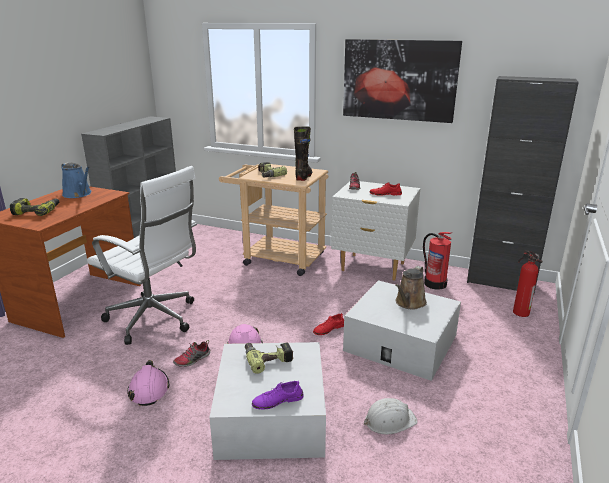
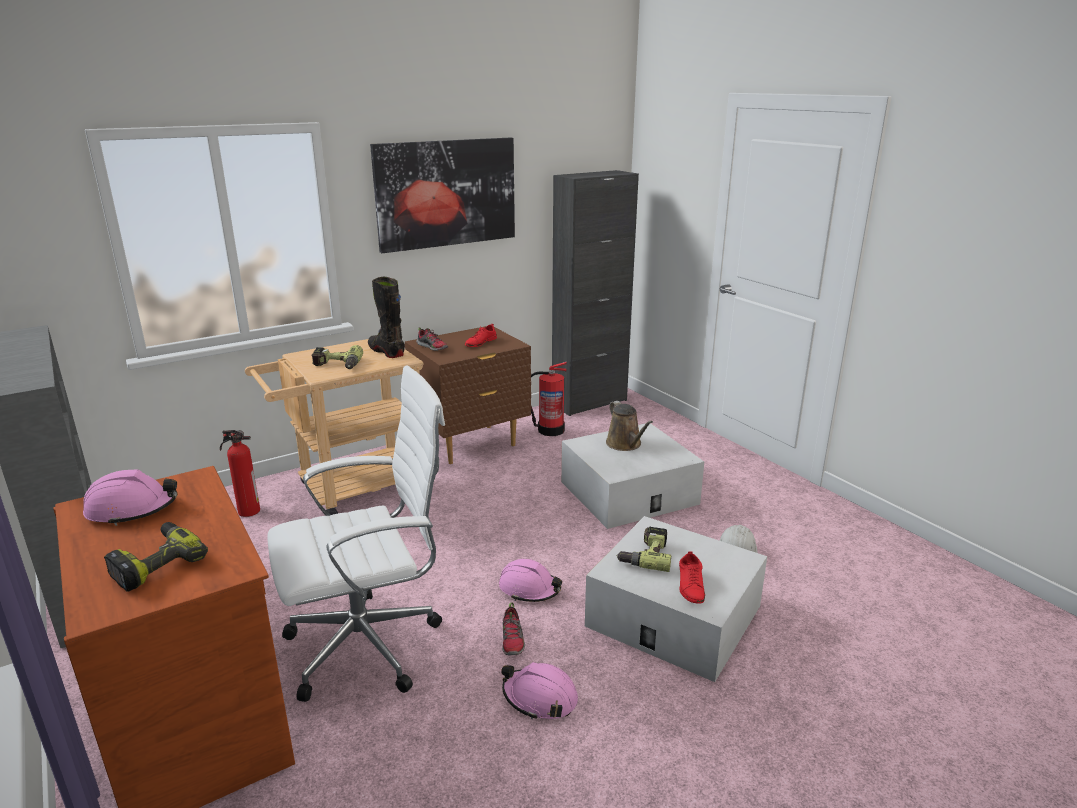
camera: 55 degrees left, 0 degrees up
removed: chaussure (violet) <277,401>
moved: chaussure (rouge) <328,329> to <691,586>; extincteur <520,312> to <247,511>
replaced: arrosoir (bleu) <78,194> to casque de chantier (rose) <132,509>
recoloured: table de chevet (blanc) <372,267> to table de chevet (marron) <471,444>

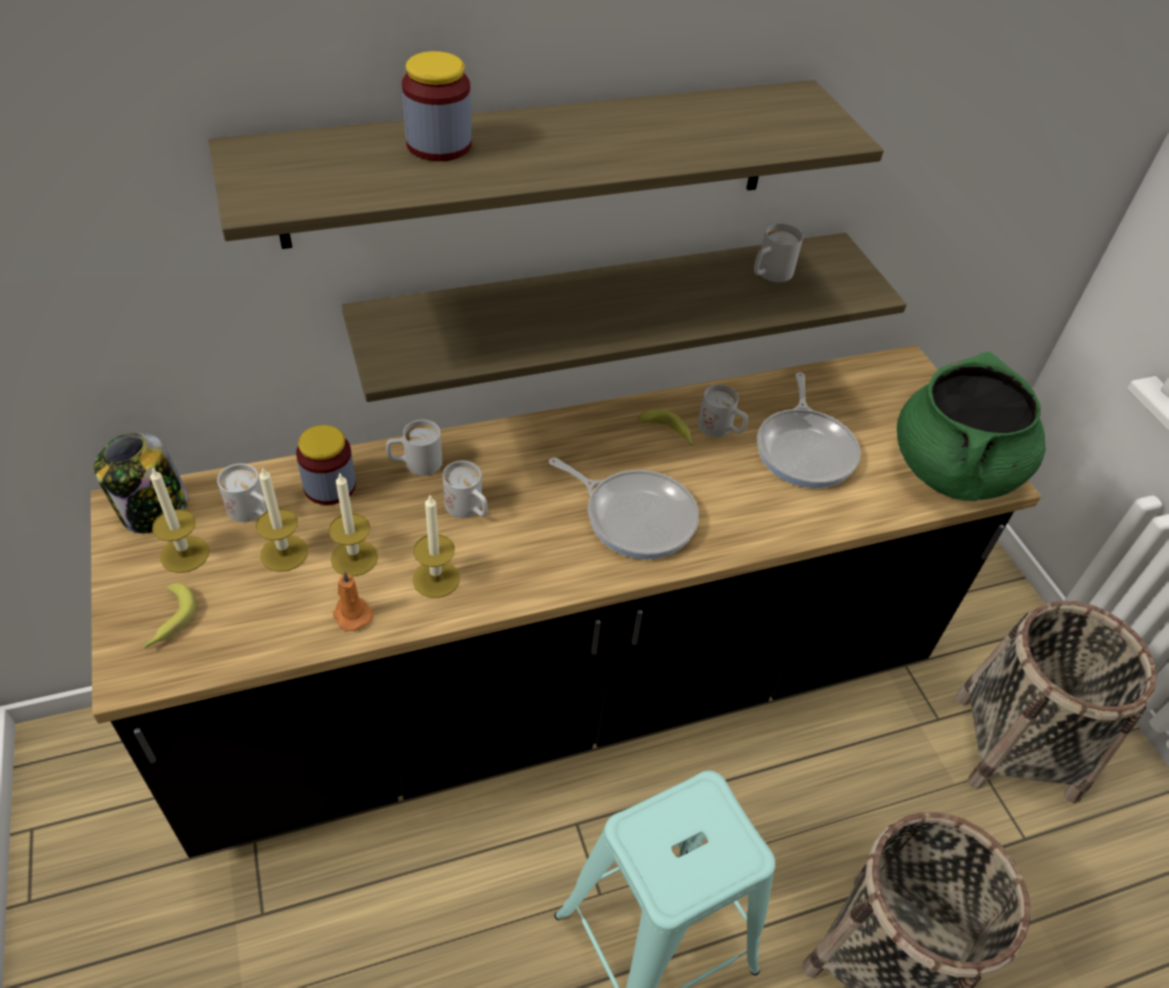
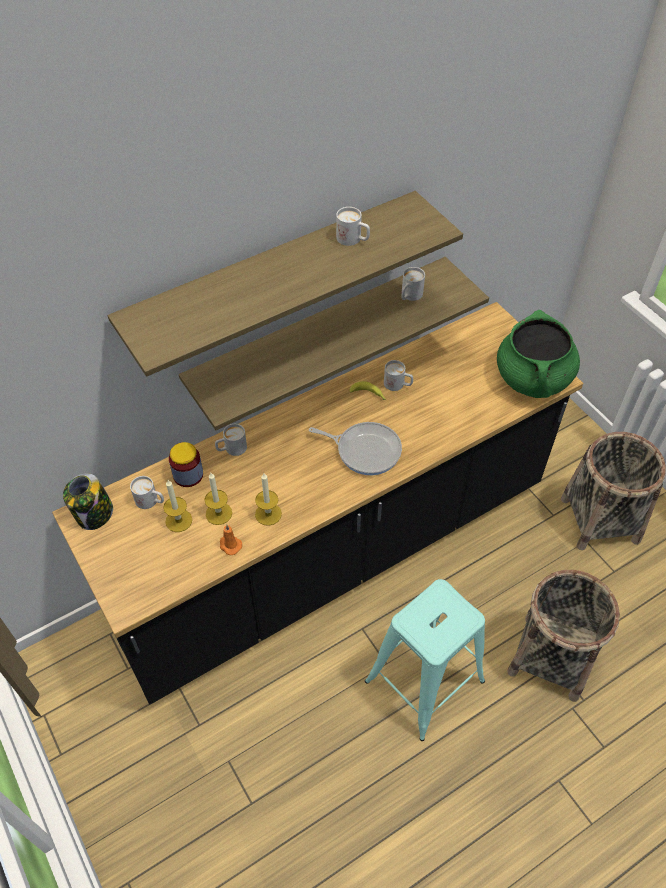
camera: 10 degrees left, 5 degrees up
removed: banane <168,621>; bougie <184,554>; bocal <439,145>; poêle <805,449>
moved: mug (blanc) <468,509> to <353,240>

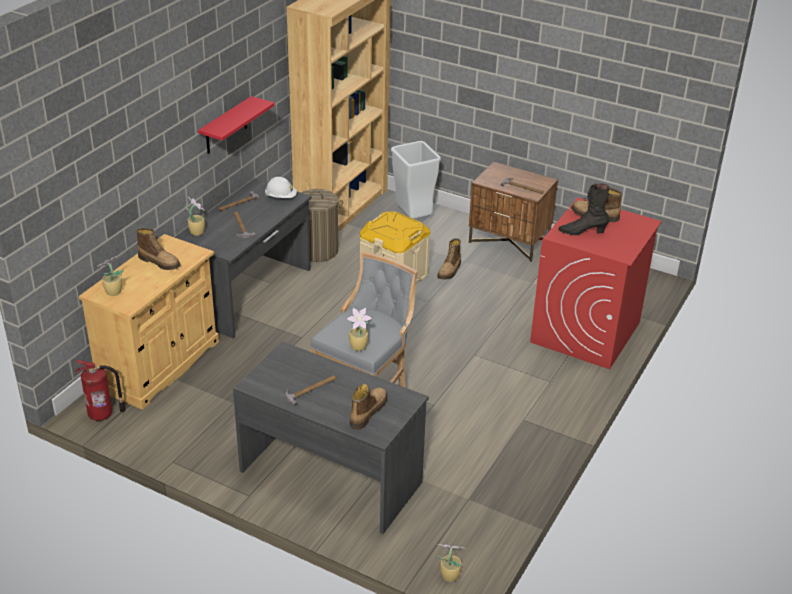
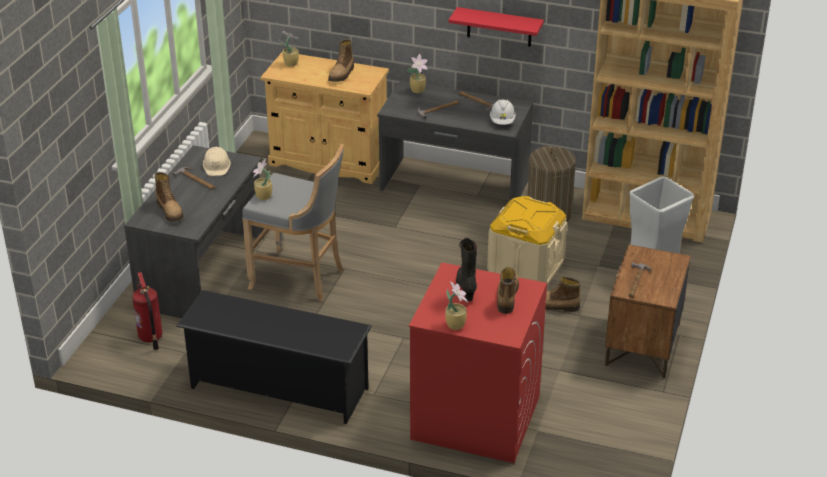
camera: 80 degrees right, 0 degrees up
added: étagère à chaussures (noir) <278,388>; casque de chantier (beige) <217,165>
moved: extincteur <102,415> to <150,338>; plante en pot <449,575> to <456,324>
turned: botte <367,412> = <170,211> 45 degrees clockwise

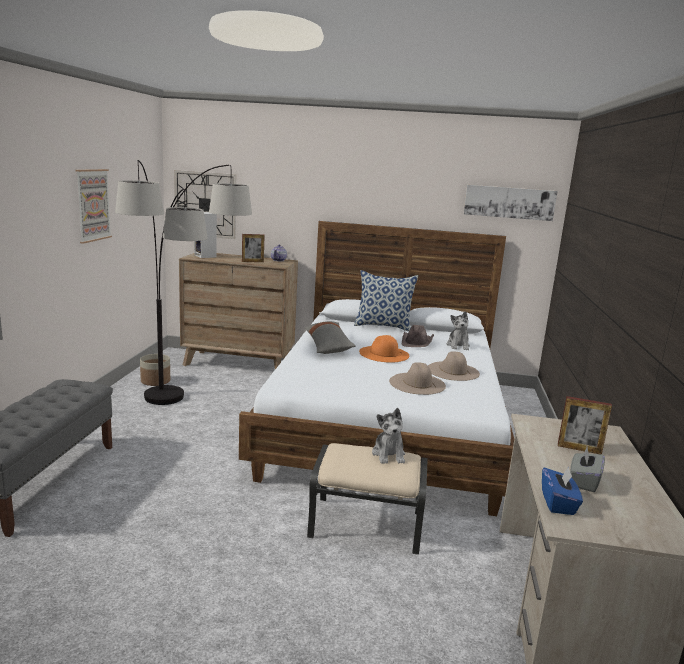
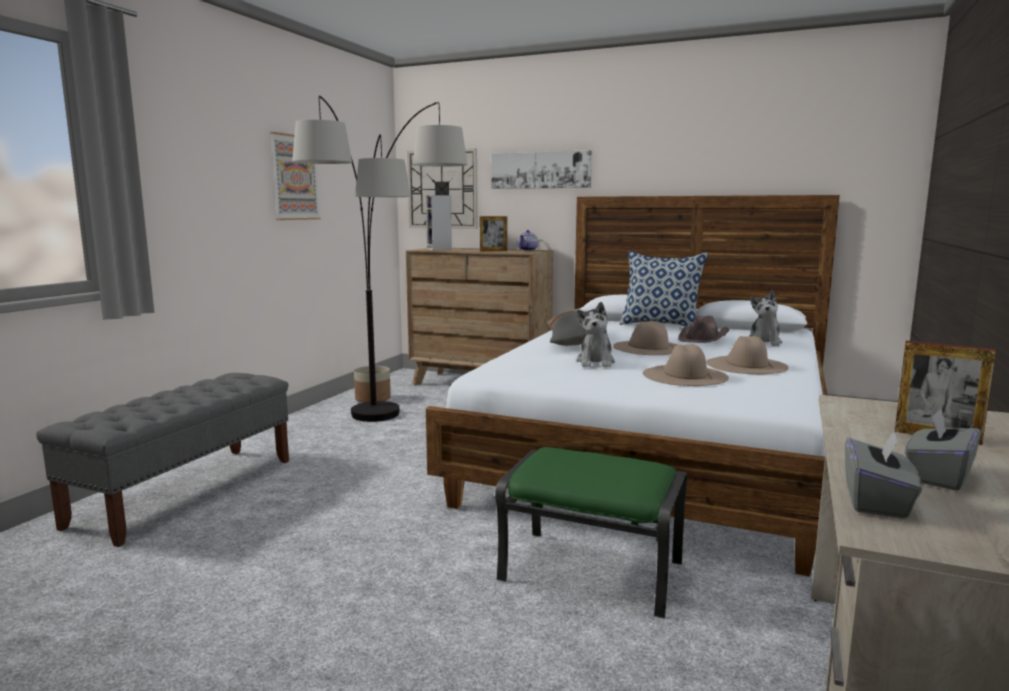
camera: 15 degrees right, 5 degrees down
moved: peluche <389,454> to <595,362>; tableau <509,202> to <540,170>
recoloured: pouf (beige) <367,524> to pouf (vert) <593,571>; chapeau (orange) <383,354> to chapeau (beige) <648,347>; boîte à mouchoirs (bleu) <558,503> to boîte à mouchoirs (gris) <876,501>

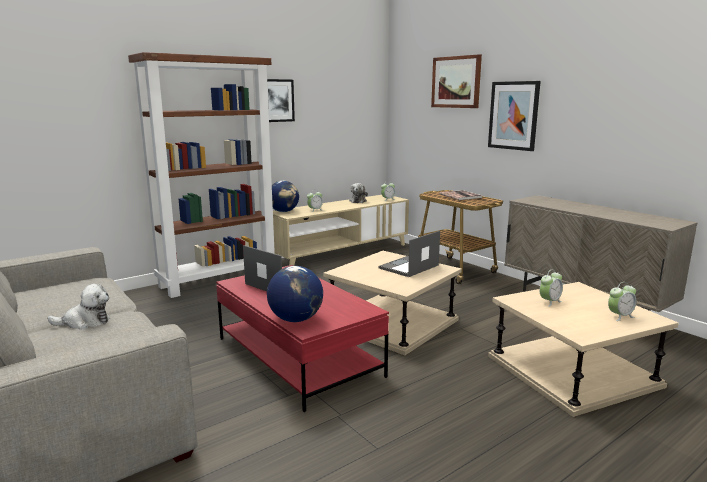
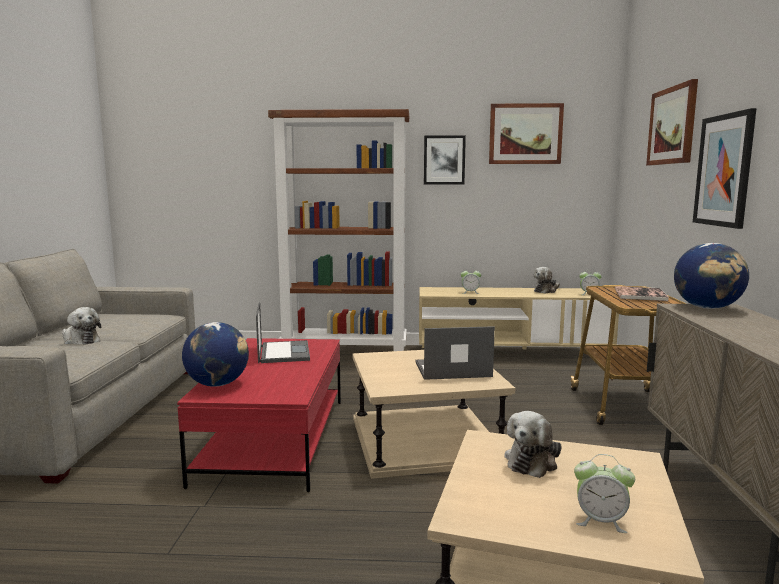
camera: 40 degrees right, 5 degrees down
added: tableau <525,134>
moved: globe <284,211> to <707,308>
replaced: réveil <549,302> to peluche <532,461>

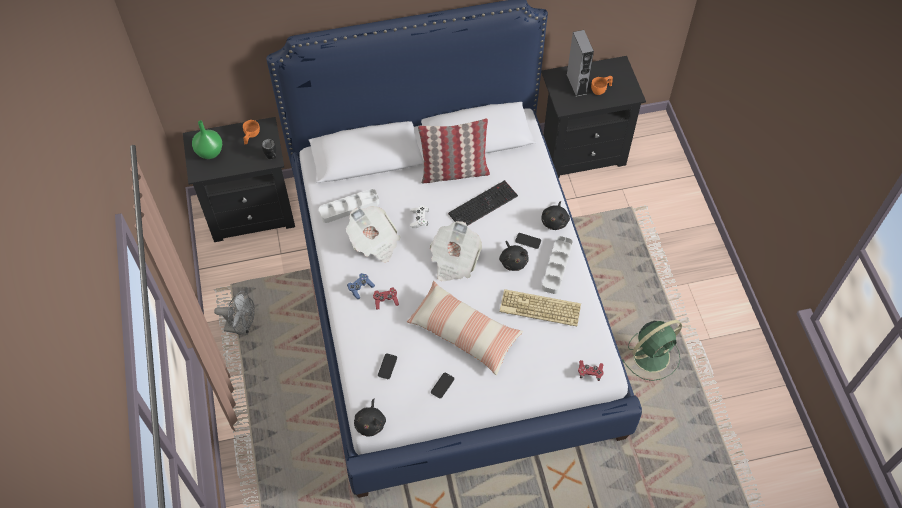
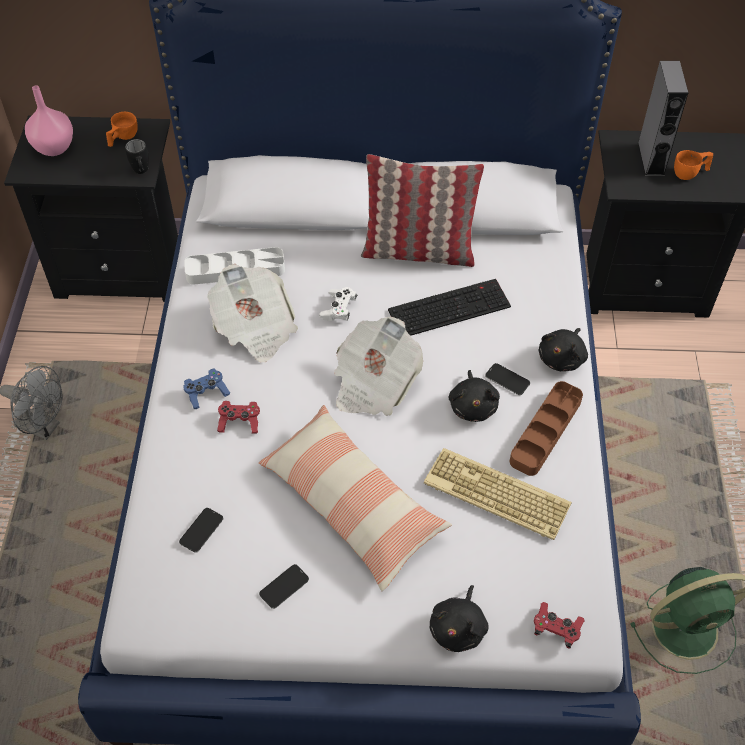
camera: 15 degrees right, 5 degrees down
moved: peluche (noir) <370,423> to <458,628>
recoloured: vase (vert) <209,152> to vase (rose) <53,147>; plateau (gris) <557,266> to plateau (marron) <545,431>

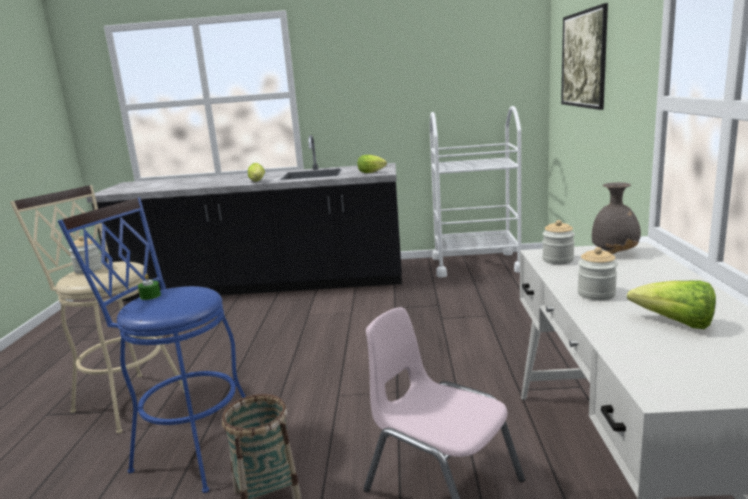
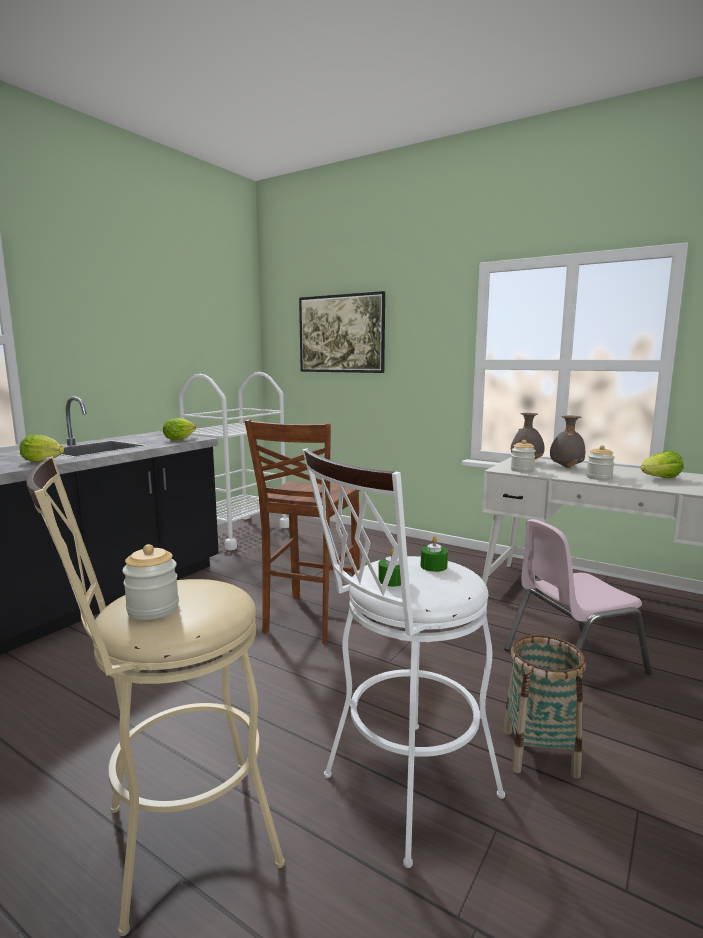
camera: 60 degrees left, 5 degrees down
added: tabouret (marron) <309,620>; bougie (vert) <433,566>; vase (gris) <565,467>
recoloured: tabouret (bleu) <189,449> to tabouret (blanc) <400,791>

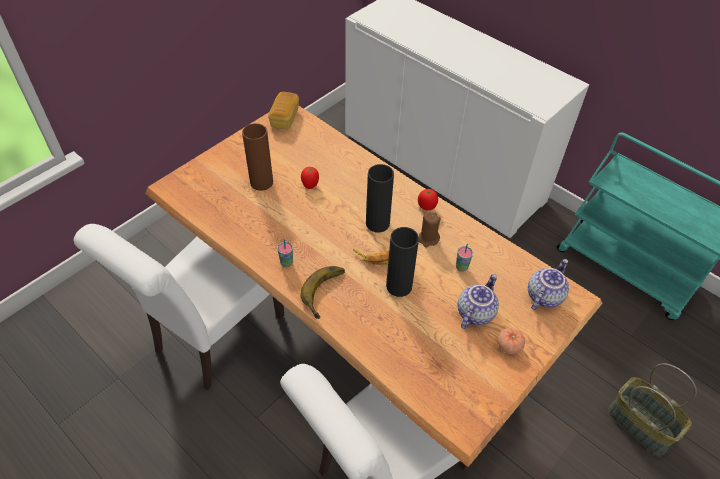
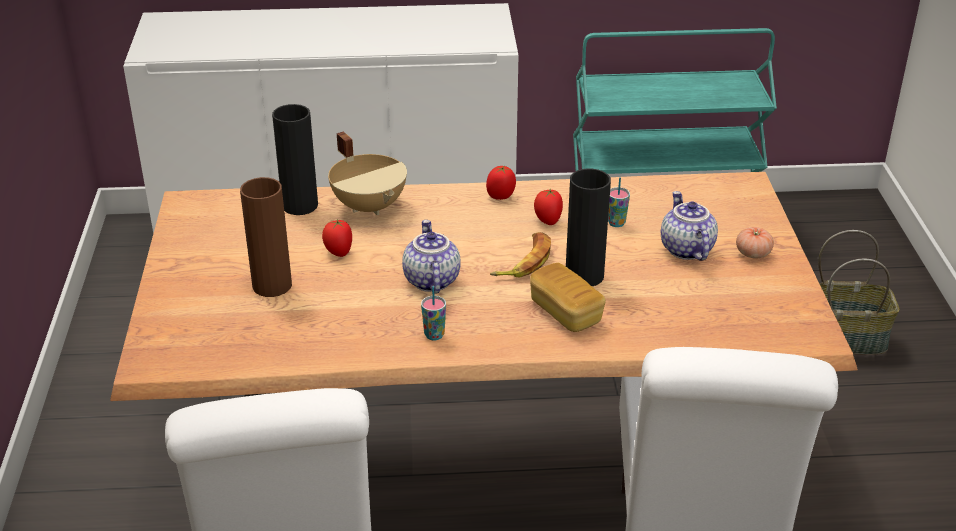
camera: 45 degrees left, 15 degrees down
removed: banane <327,293>
added: marmite (beige) <370,206>
moved: pain <284,118> to <565,312>; vase (noir) <377,223> to <300,205>; théière <543,295> to <430,280>
replaced: bougie (marron) <428,239> to tomate <547,221>

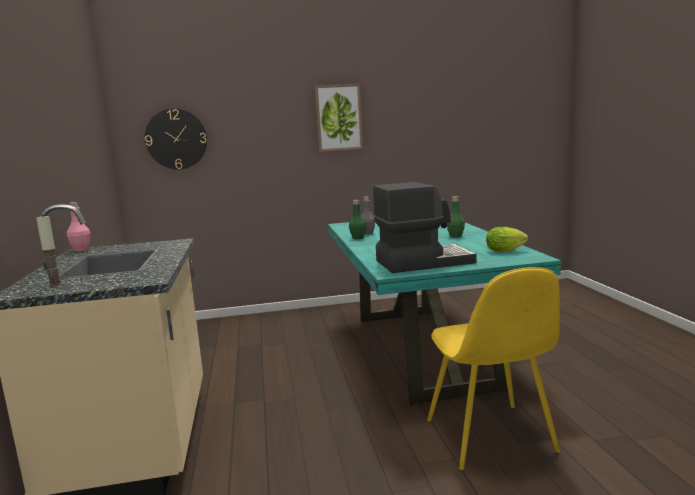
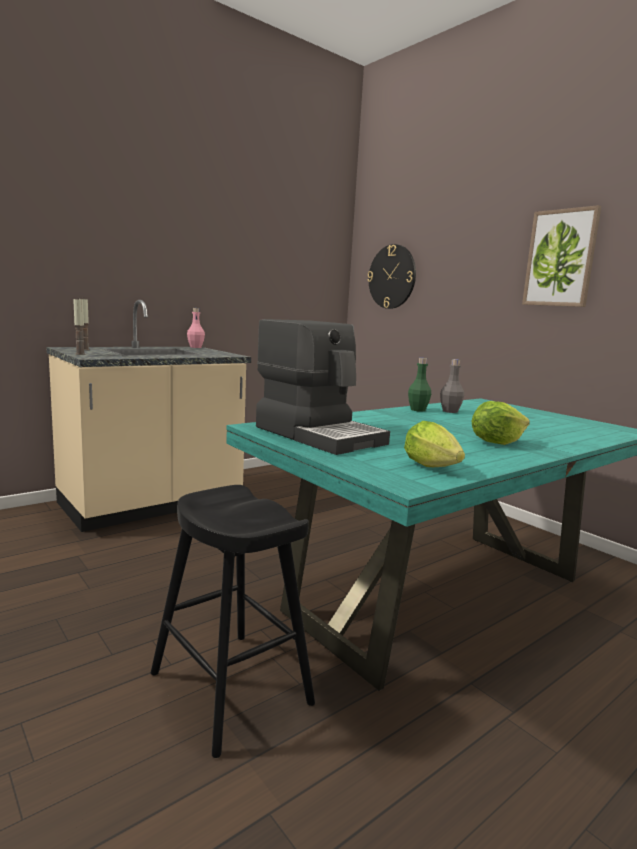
camera: 60 degrees right, 0 degrees up
added: bougie <80,354>
replaced: chaise (jaune) <491,437> to tabouret (noir) <231,688>; bouteille (vert) <455,236> to laitue <496,442>

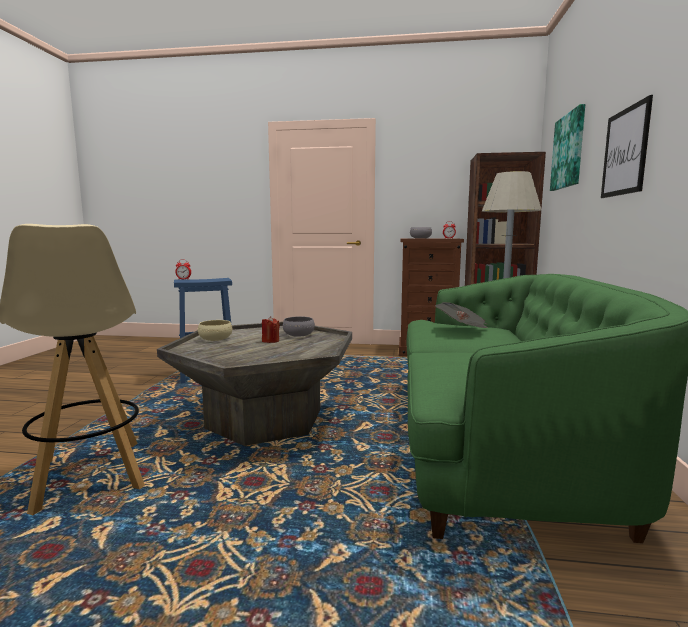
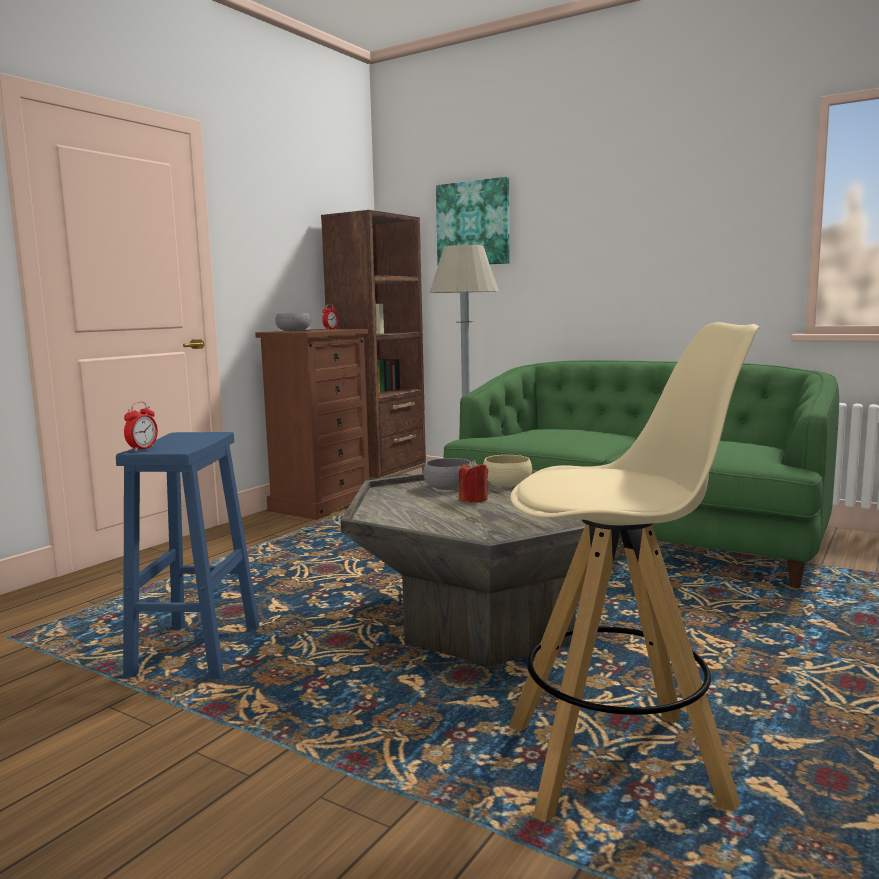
camera: 65 degrees left, 0 degrees up
removed: journal <463,330>; tableau <625,152>
moved: bol (beige) <215,339> to <507,483>

